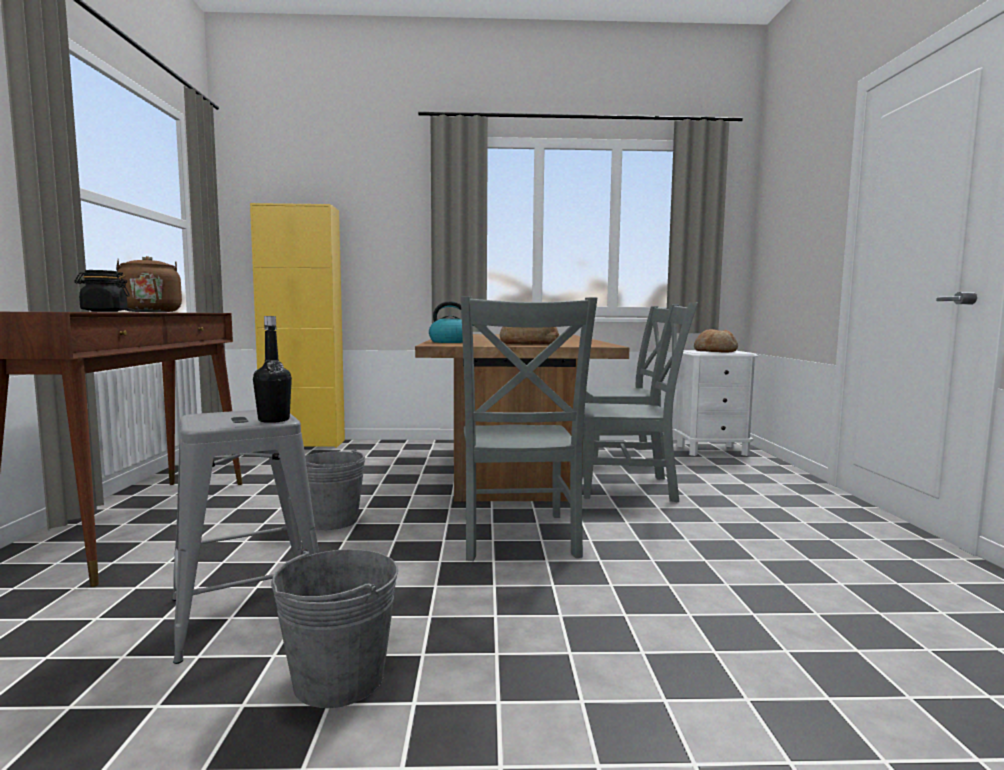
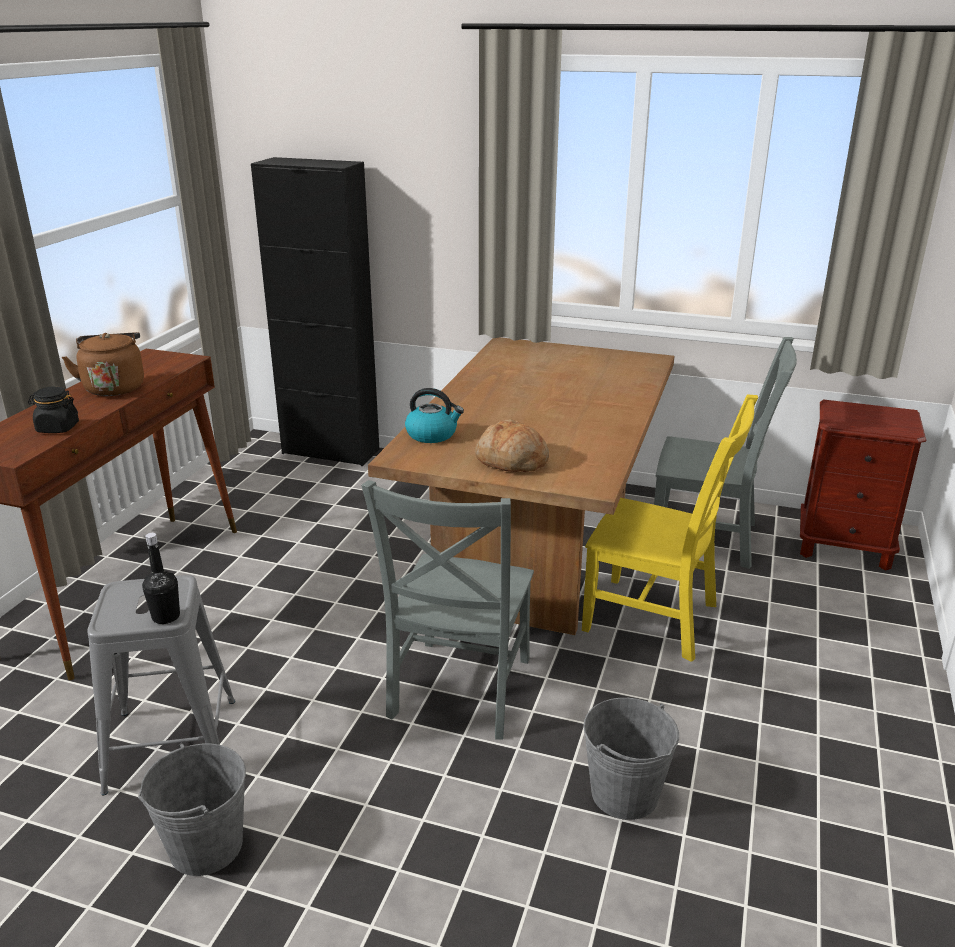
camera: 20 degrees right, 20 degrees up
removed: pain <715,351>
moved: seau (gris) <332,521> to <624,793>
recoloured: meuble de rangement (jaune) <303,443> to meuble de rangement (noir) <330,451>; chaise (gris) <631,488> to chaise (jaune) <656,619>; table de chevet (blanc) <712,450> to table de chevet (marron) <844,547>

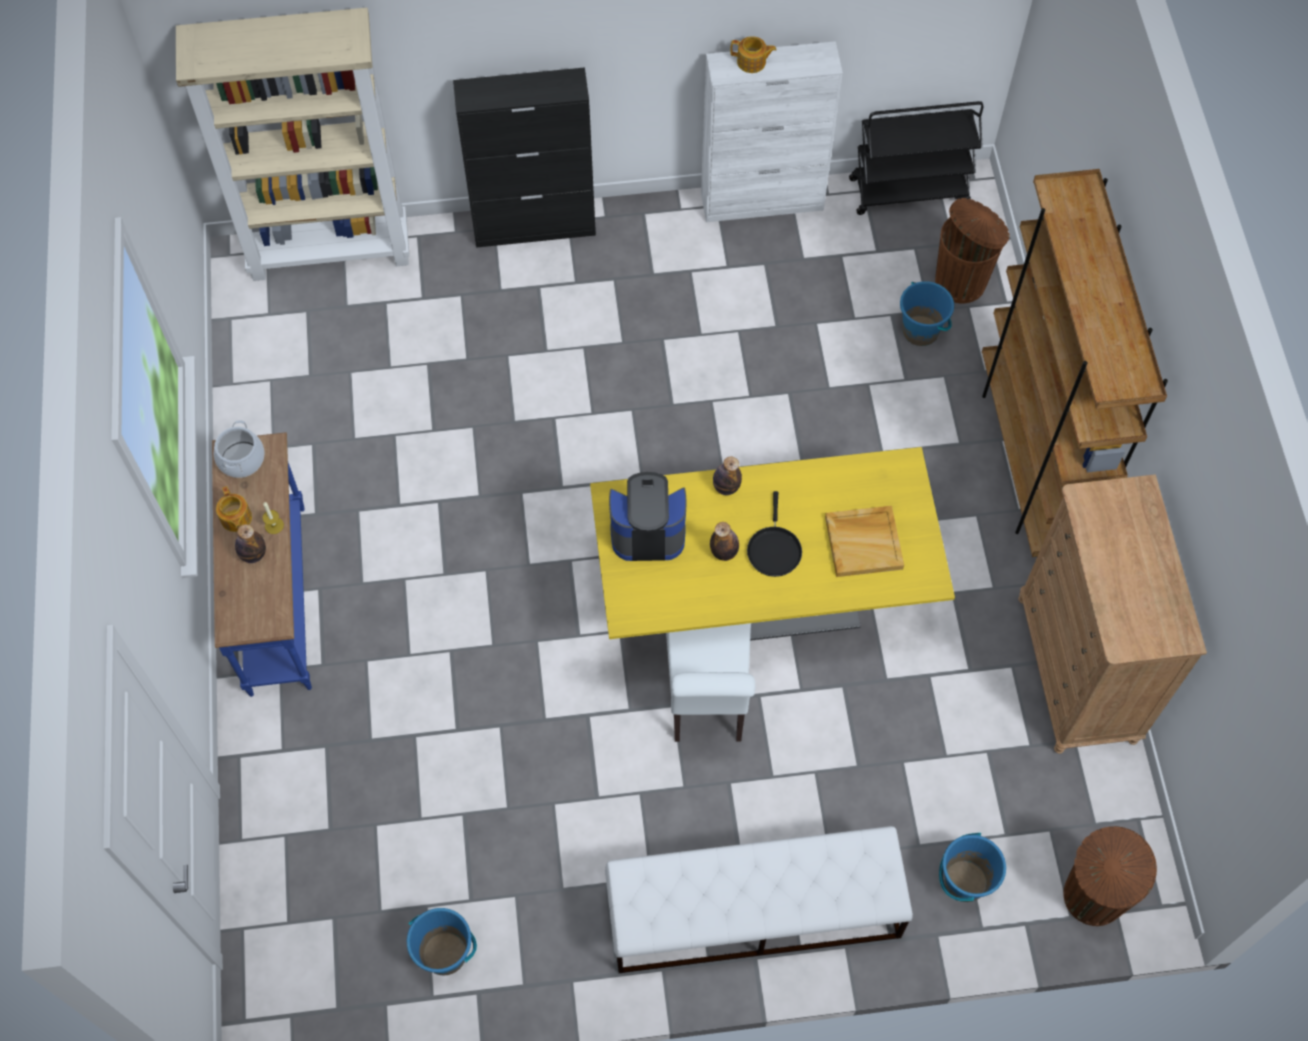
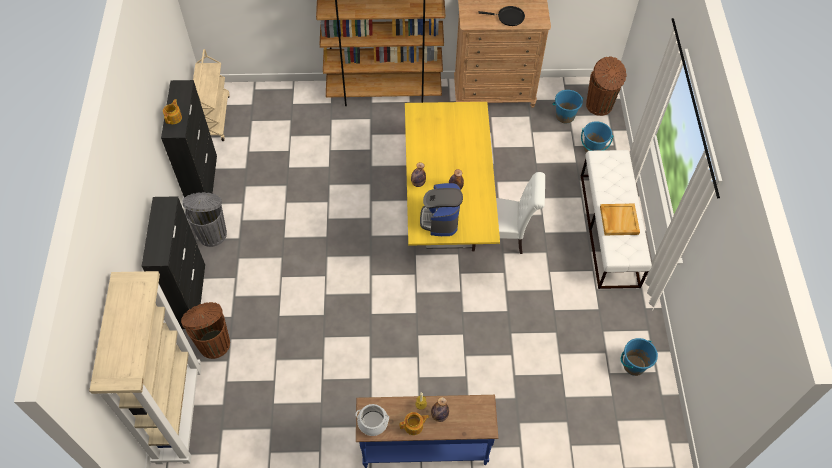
camera: 85 degrees left, 5 degrees down
added: poubelle (gris) <212,233>
moved: poêle (noir) <774,549> to <508,17>; plateau (beige) <864,542> to <618,220>; seau (bleu) <920,331> to <565,116>; poubelle (marron) <962,281> to <214,343>
recoloured: meuble de rangement (blanc) <763,201> to meuble de rangement (noir) <203,182>; chariot (noir) <909,190> to chariot (beige) <214,117>

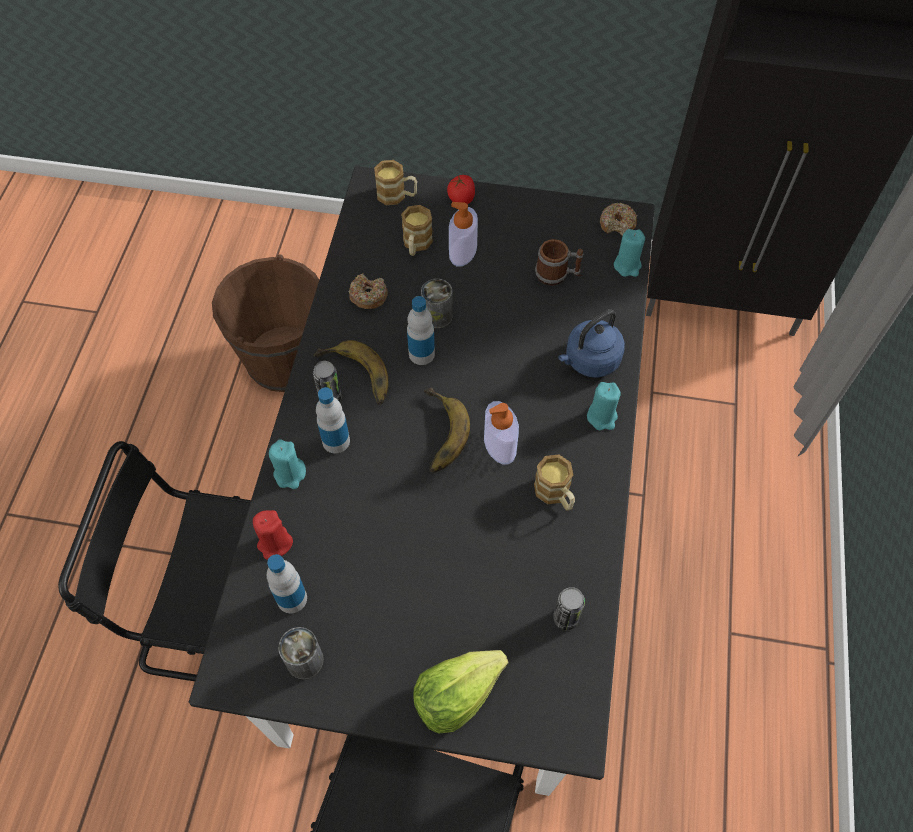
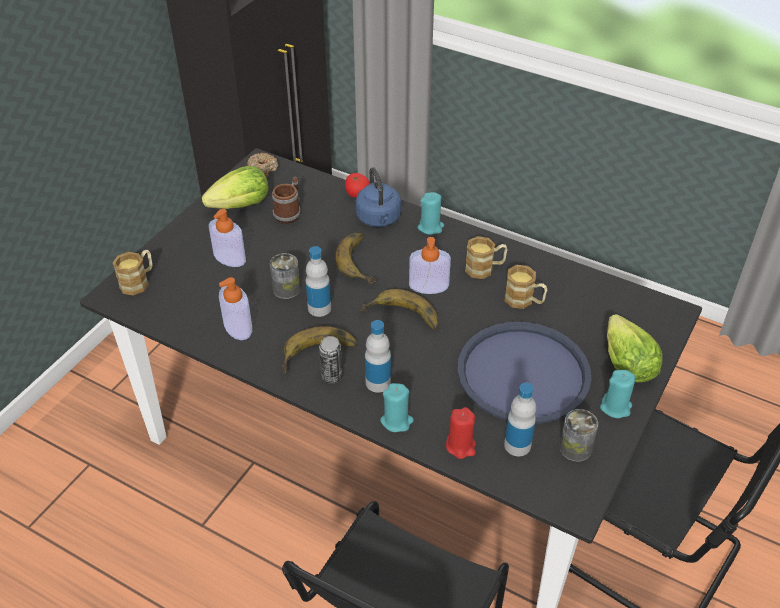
camera: 70 degrees left, 15 degrees down
removed: seau (marron) <285,360>; boîte métallique <565,618>
added: laitue <241,205>; banane <363,261>; plateau (bleu) <523,373>
moved: mug <416,245> to <524,300>; tomate <461,199> to <357,194>; bougie (turquoise) <627,266> to <615,407>
replaced: beignet <368,296> to distributeur de savon <238,326>

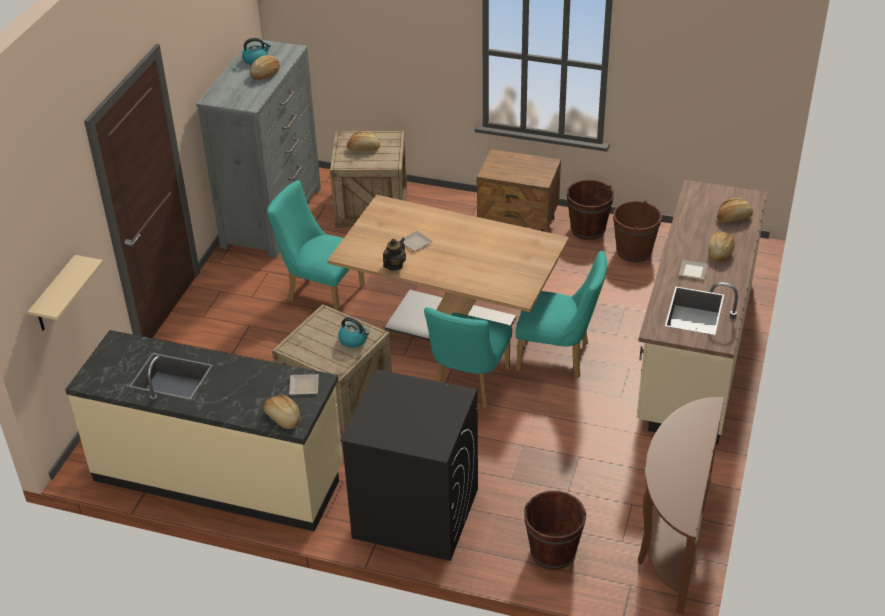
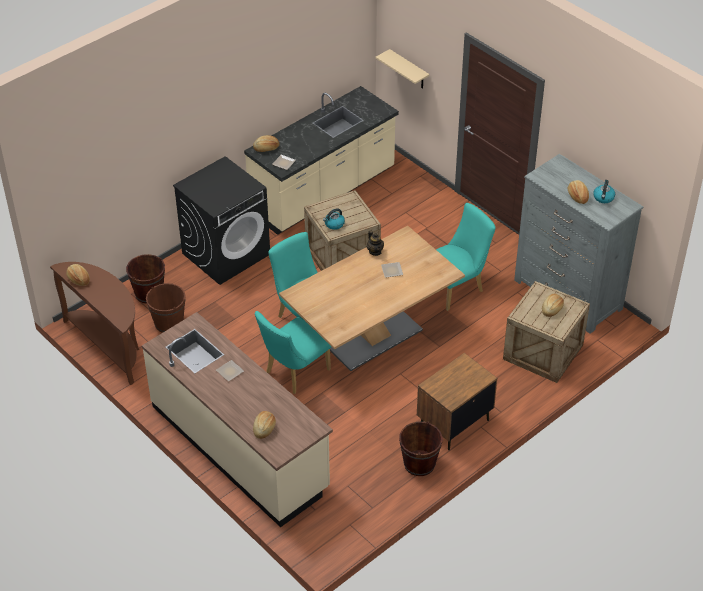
camera: 120 degrees right, 5 degrees up
moved: seau (marron) <634,251> to <169,323>; pain <719,252> to <78,279>

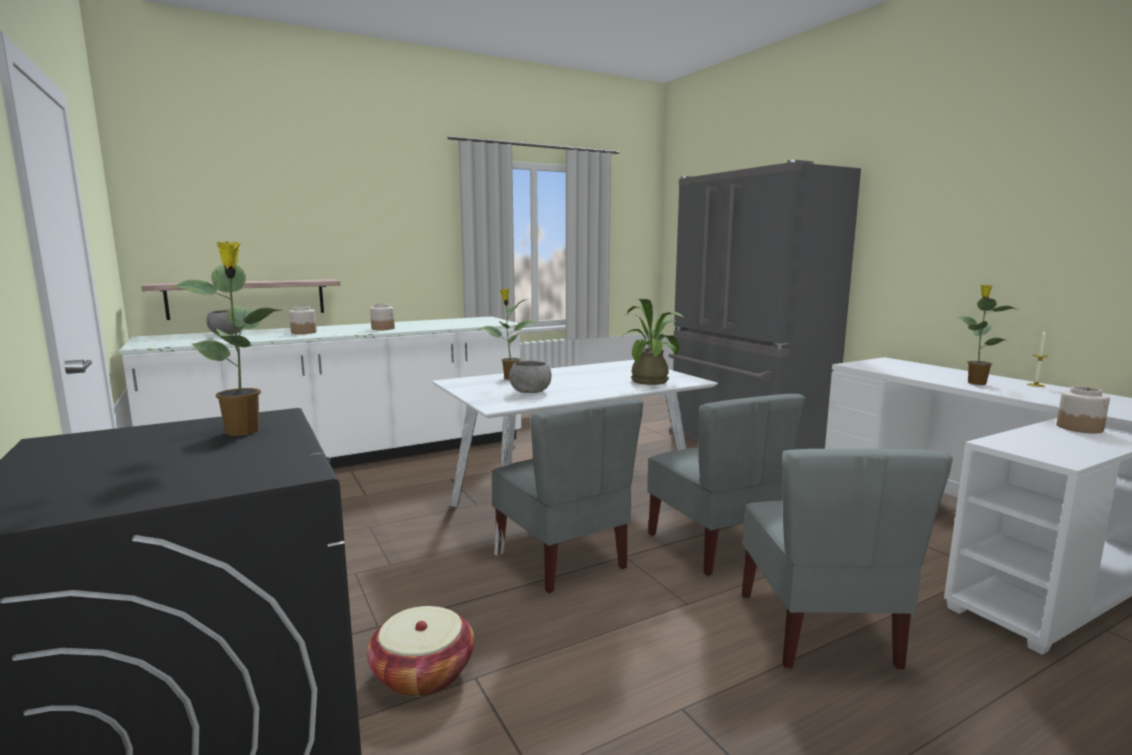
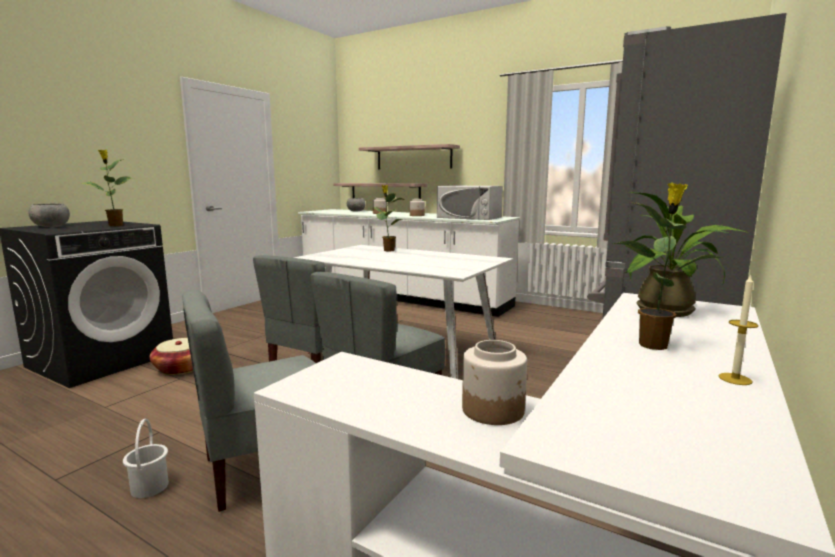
camera: 60 degrees right, 0 degrees up
added: seau (blanc) <149,487>; étagère <413,158>; micro-ondes (blanc) <469,217>
moved: bol (gris) <530,392> to <51,226>; plante en pot <653,380> to <672,311>

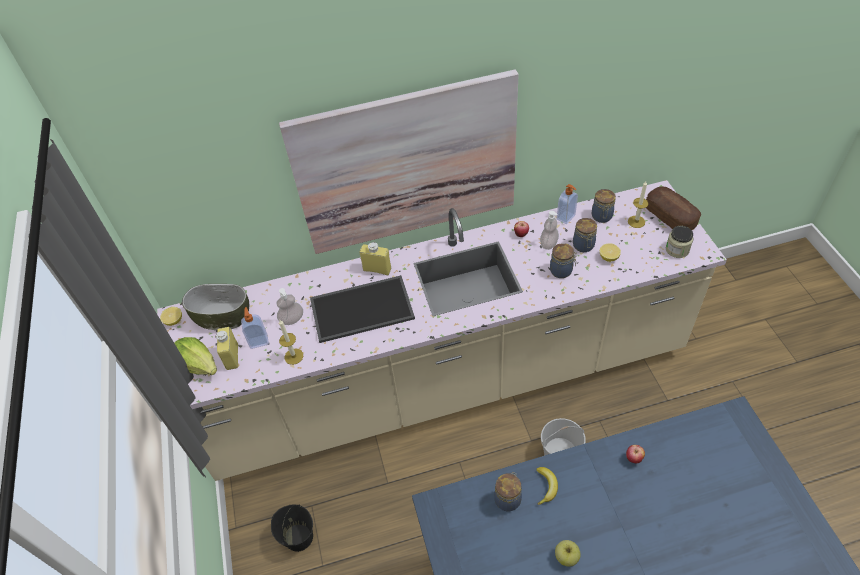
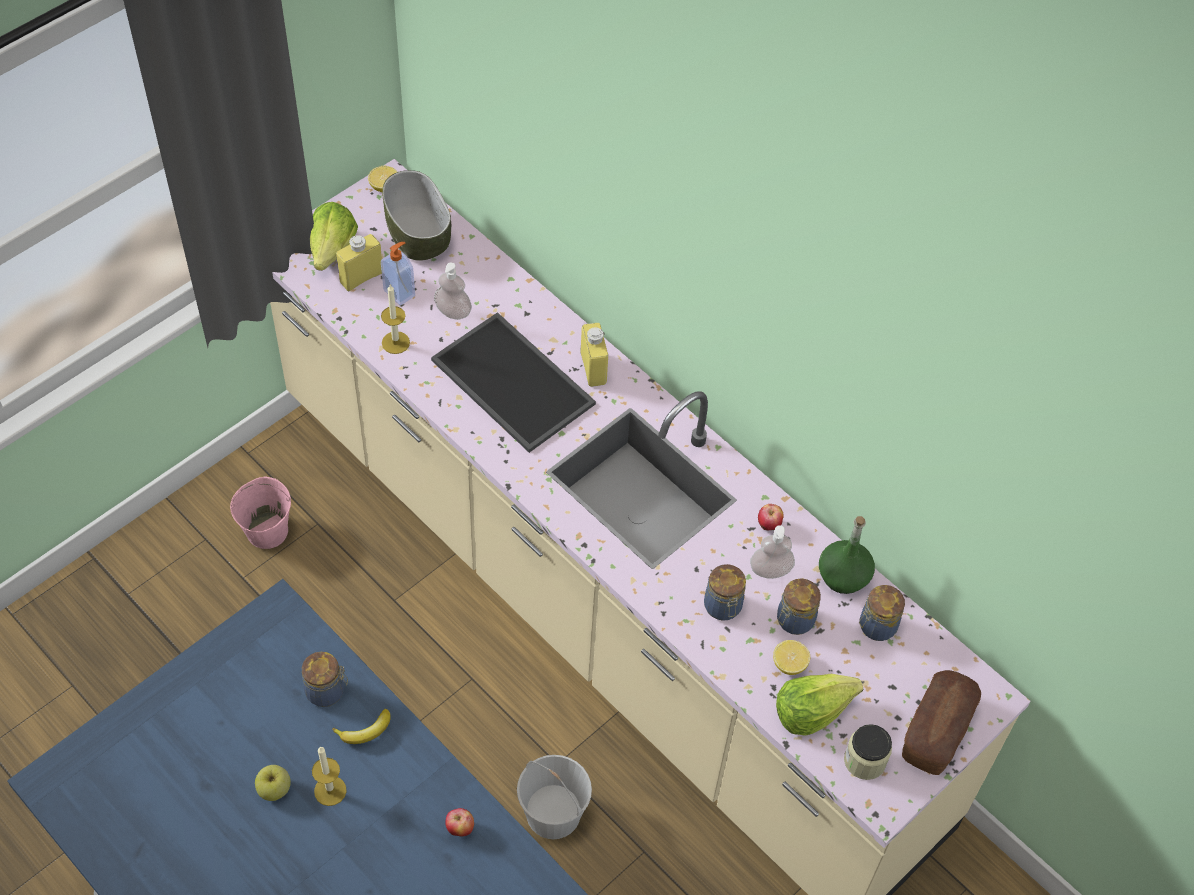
camera: 55 degrees right, 5 degrees up
removed: tableau <407,165>
added: laitue <811,710>
moved: bougie <636,221> to <330,790>
replaced: distributeur de savon <566,217> to bouteille (vert) <843,576>
recoloured: seau (noir) <298,537> to seau (rose) <267,530>

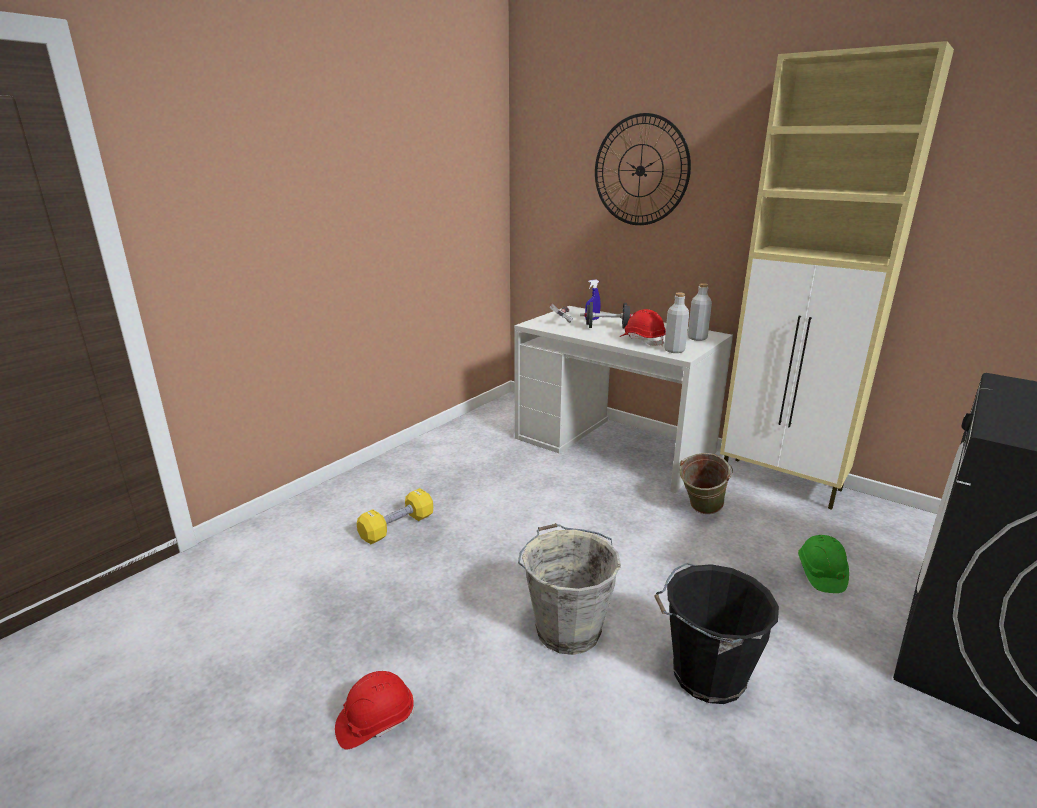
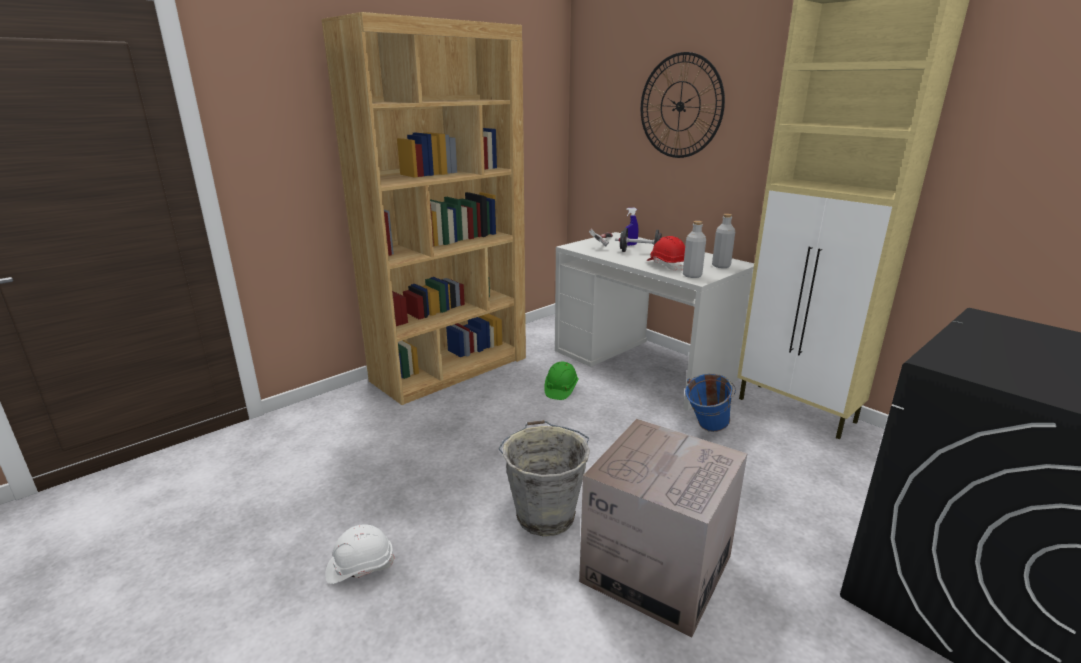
camera: 10 degrees right, 0 degrees up
removed: haltère (jaune) <397,527>
added: bibliothèque (marron) <451,369>
moved: casque de chantier (vert) <820,574> to <560,389>
replaced: seau (noir) <705,675> to carton <657,568>
recoloured: casque de chantier (rouge) <375,721> to casque de chantier (blanc) <360,566>; seau (vert) <700,511> to seau (bleu) <705,429>

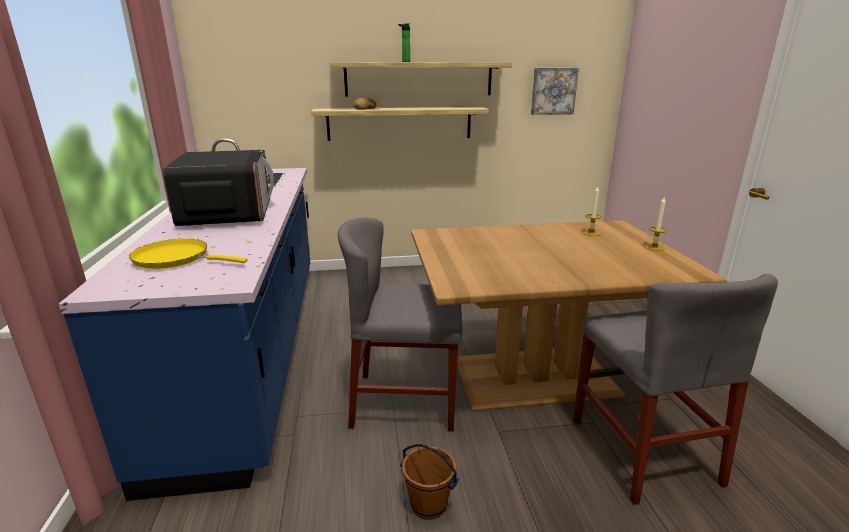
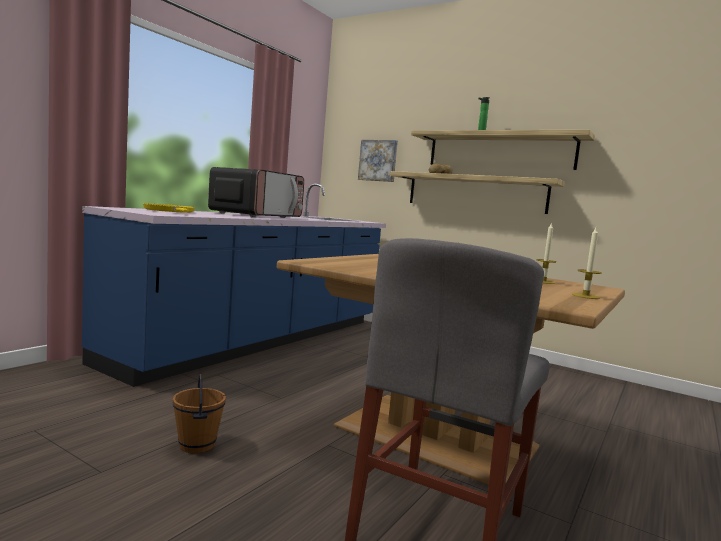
camera: 40 degrees right, 15 degrees down
removed: chaise (gris) <405,401>
moved: tableau <553,91> to <378,160>

